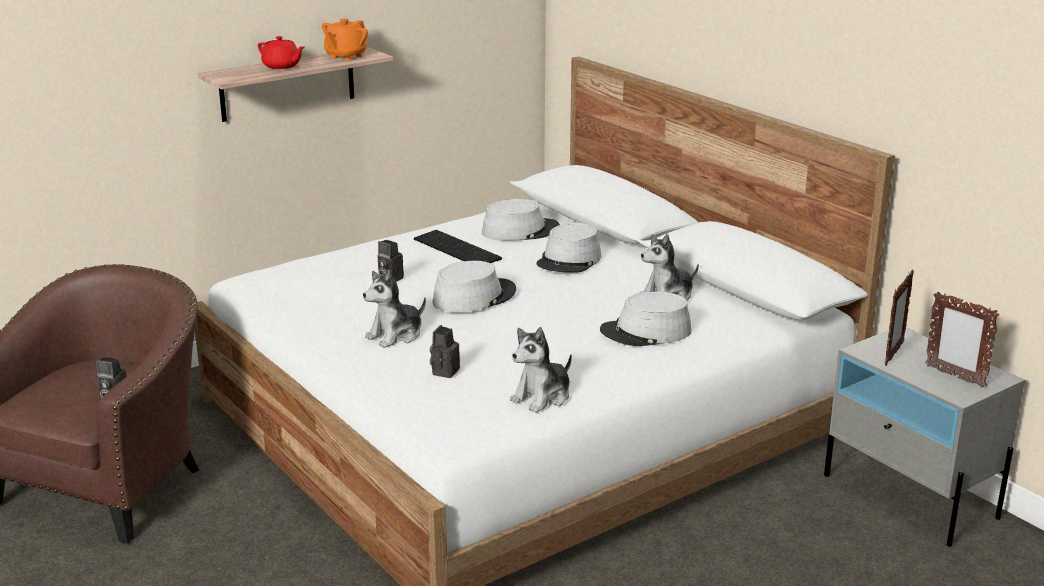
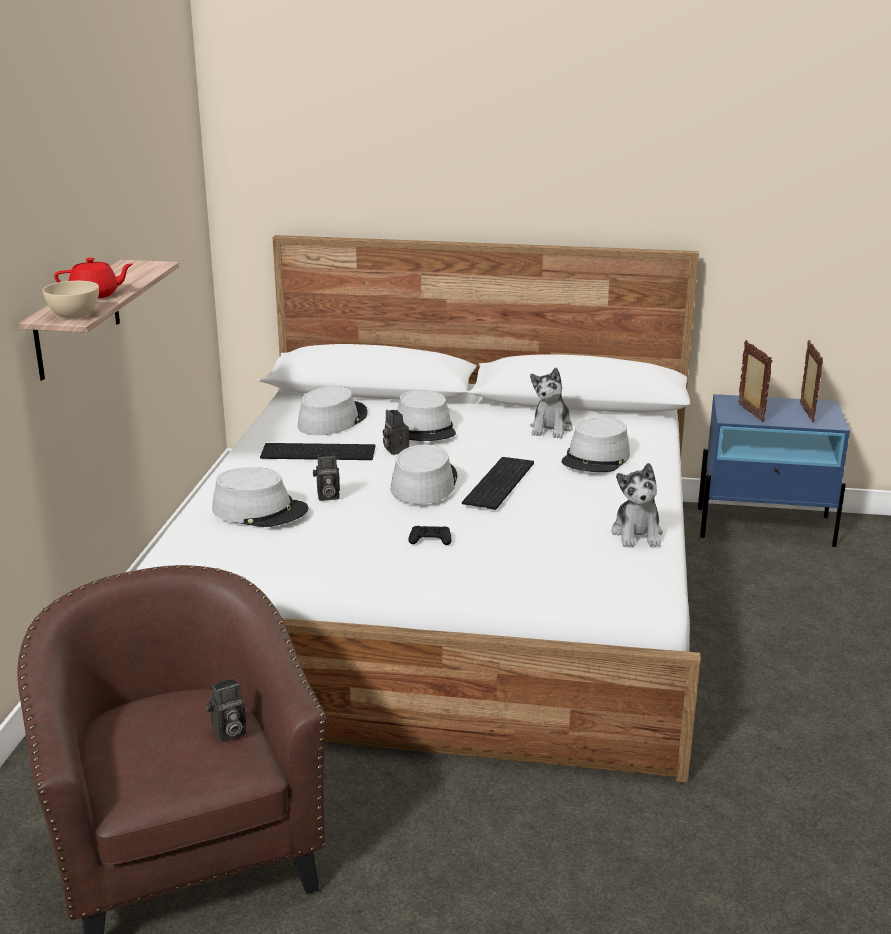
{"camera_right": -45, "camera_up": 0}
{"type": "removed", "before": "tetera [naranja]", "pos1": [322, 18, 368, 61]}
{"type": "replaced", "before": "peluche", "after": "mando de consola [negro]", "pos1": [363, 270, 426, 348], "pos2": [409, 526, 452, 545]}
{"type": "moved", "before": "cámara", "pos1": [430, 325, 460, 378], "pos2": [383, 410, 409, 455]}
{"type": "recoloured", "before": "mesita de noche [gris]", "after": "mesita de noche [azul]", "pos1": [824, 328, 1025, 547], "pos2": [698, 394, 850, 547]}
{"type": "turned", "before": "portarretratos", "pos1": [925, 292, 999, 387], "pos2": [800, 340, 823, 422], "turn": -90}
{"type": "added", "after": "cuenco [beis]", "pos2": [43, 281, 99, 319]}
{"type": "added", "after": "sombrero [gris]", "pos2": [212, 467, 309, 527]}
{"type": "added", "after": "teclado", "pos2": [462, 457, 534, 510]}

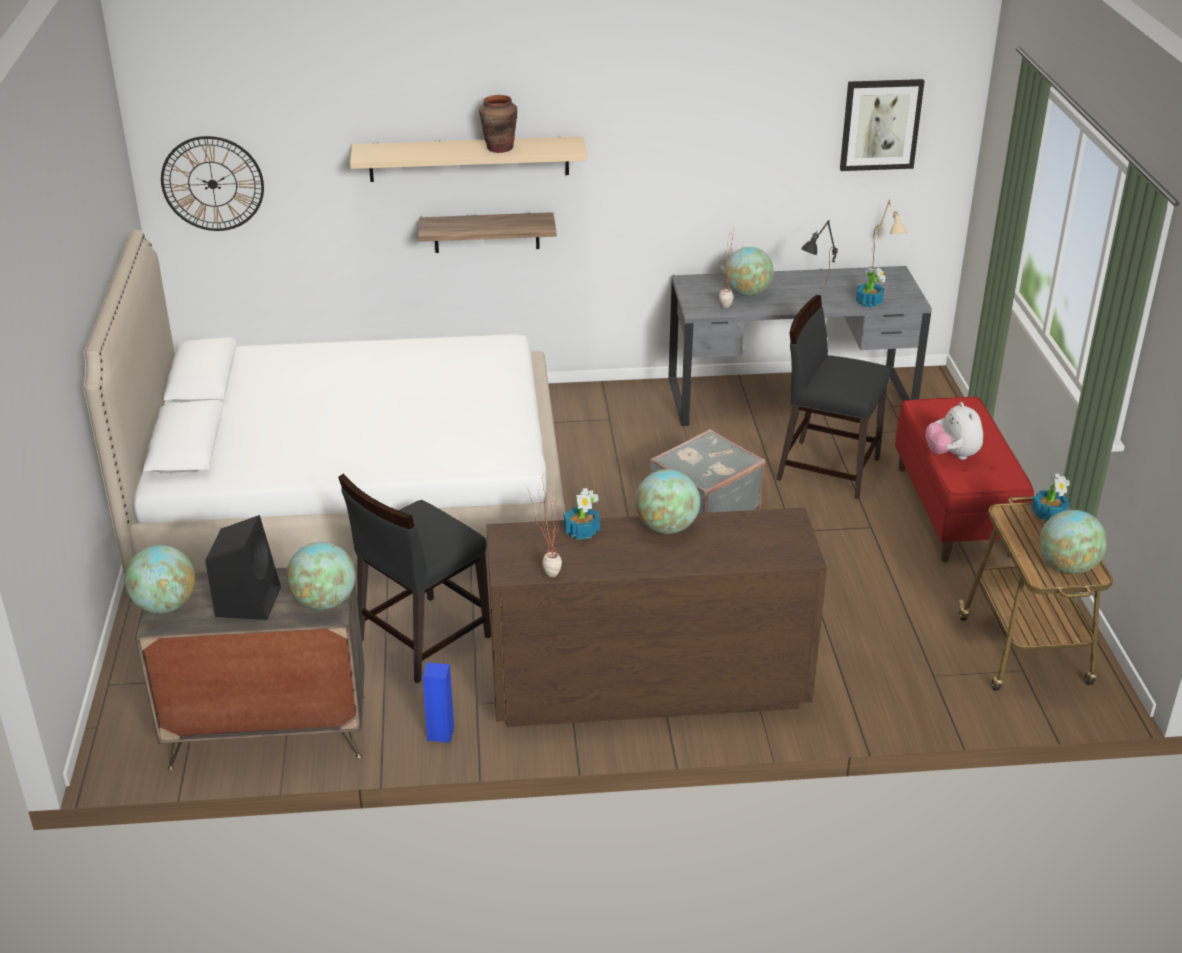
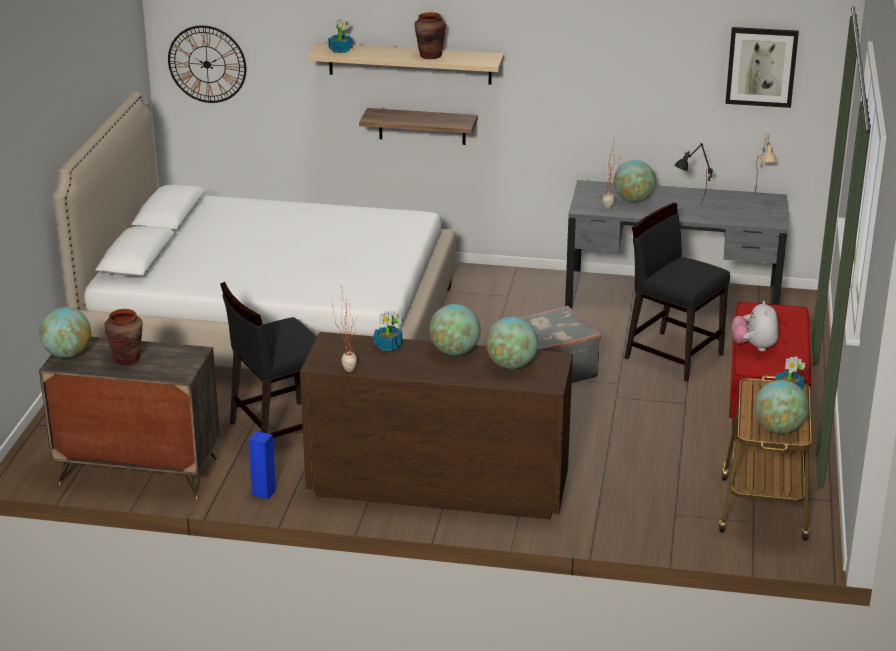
{"camera_right": 15, "camera_up": -5}
{"type": "replaced", "before": "altavoz [negro]", "after": "florero [marrón]", "pos1": [205, 515, 281, 620], "pos2": [104, 309, 143, 365]}
{"type": "moved", "before": "globo terráqueo", "pos1": [286, 542, 355, 610], "pos2": [486, 317, 538, 369]}
{"type": "moved", "before": "planta en maceta", "pos1": [856, 267, 886, 308], "pos2": [328, 18, 352, 53]}

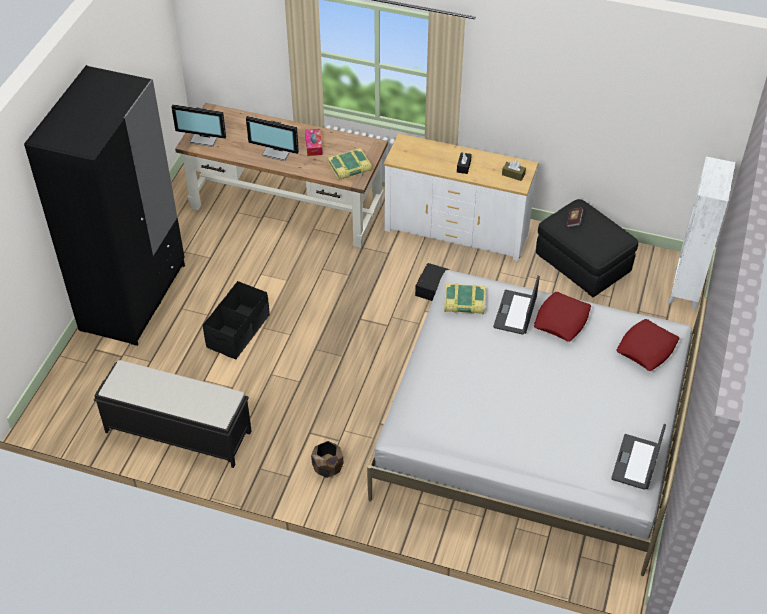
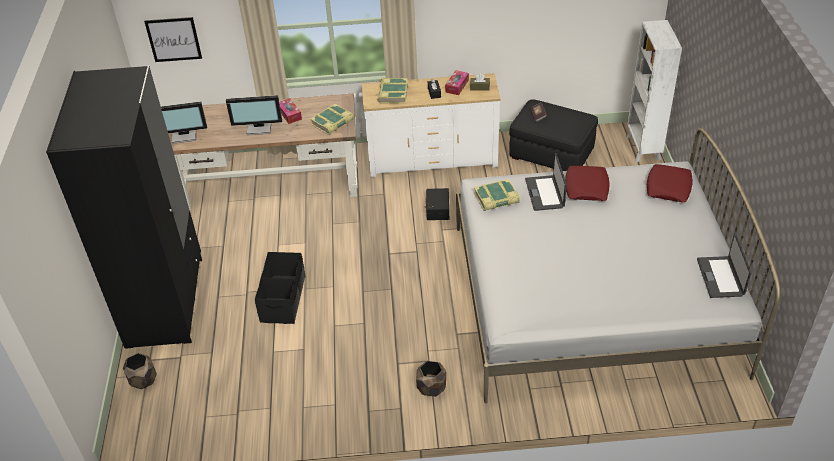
{"camera_right": -20, "camera_up": -5}
{"type": "removed", "before": "banco [negro]", "pos1": [94, 360, 252, 468]}
{"type": "added", "after": "maceta [marrón]", "pos2": [123, 353, 157, 389]}
{"type": "added", "after": "cuadro", "pos2": [144, 17, 202, 62]}
{"type": "added", "after": "libro", "pos2": [377, 78, 408, 103]}
{"type": "added", "after": "caja de pañuelos", "pos2": [445, 70, 469, 95]}

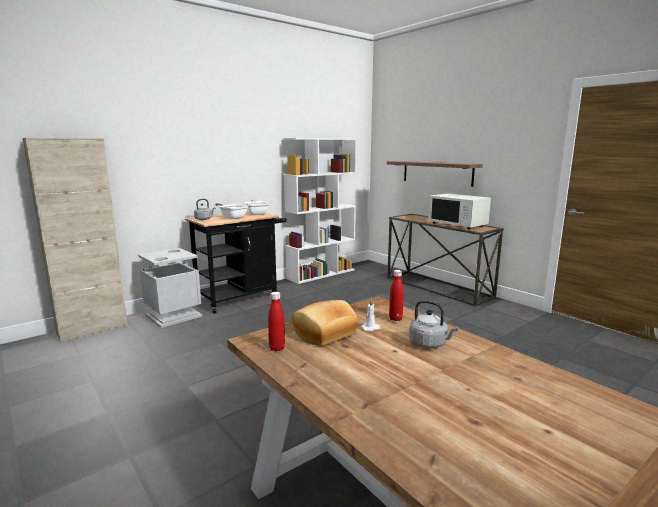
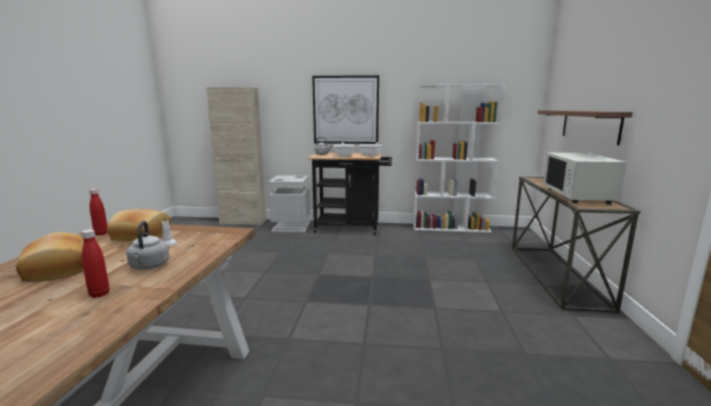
{"camera_right": 45, "camera_up": 0}
{"type": "moved", "before": "botella [rojo]", "pos1": [389, 270, 404, 321], "pos2": [81, 229, 109, 298]}
{"type": "added", "after": "pan", "pos2": [16, 232, 84, 282]}
{"type": "added", "after": "cuadro", "pos2": [312, 75, 379, 144]}

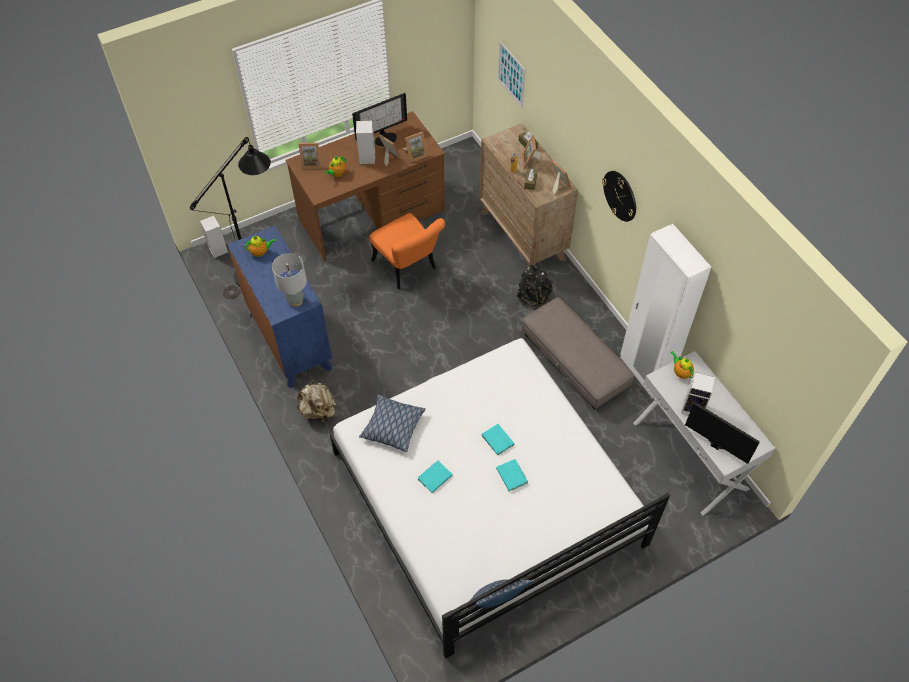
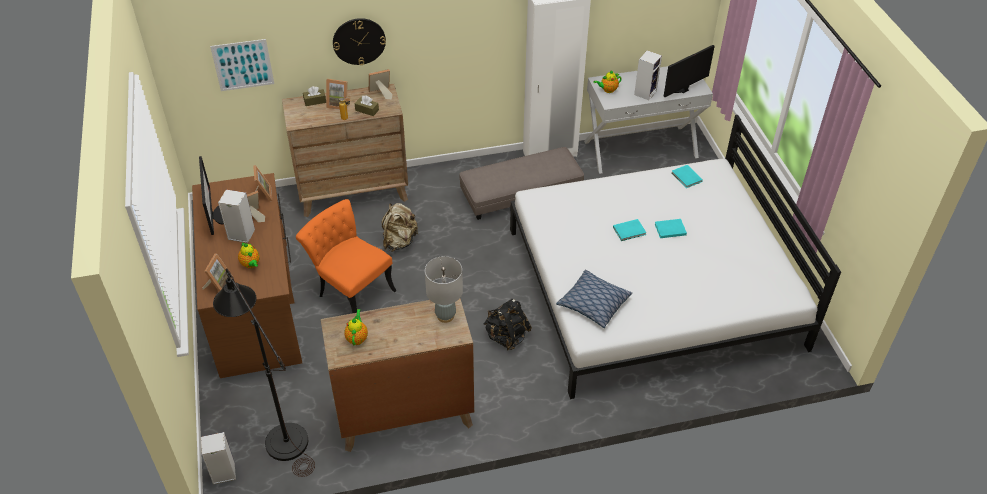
{"camera_right": -75, "camera_up": -10}
{"type": "recoloured", "before": "cómoda [azul]", "after": "cómoda [marrón]", "pos1": [228, 226, 332, 388], "pos2": [321, 299, 474, 452]}
{"type": "moved", "before": "mochila [beis]", "pos1": [296, 379, 337, 422], "pos2": [382, 203, 418, 252]}
{"type": "turned", "before": "silla [naranja]", "pos1": [369, 213, 445, 289], "pos2": [296, 199, 397, 313], "turn": -120}
{"type": "moved", "before": "libro [turquesa]", "pos1": [418, 460, 453, 493], "pos2": [672, 165, 703, 188]}
{"type": "removed", "before": "cojín", "pos1": [471, 580, 531, 608]}
{"type": "moved", "before": "mochila [negro]", "pos1": [517, 265, 553, 307], "pos2": [483, 299, 532, 351]}
{"type": "moved", "before": "reloj de pared", "pos1": [602, 171, 636, 222], "pos2": [333, 18, 386, 65]}

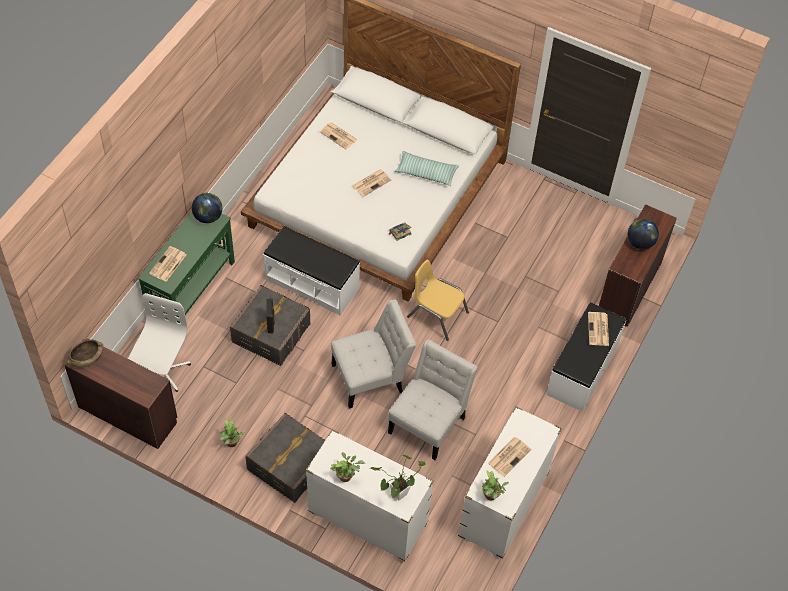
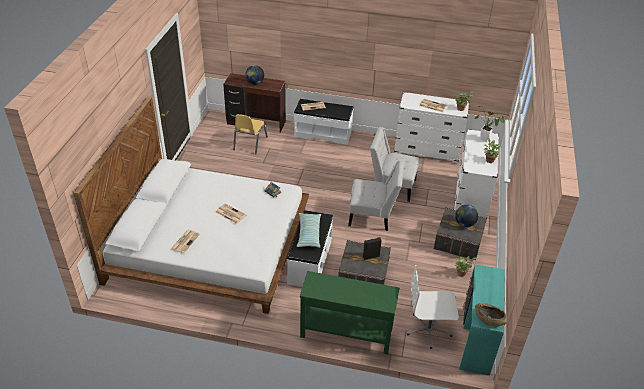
{"camera_right": -105, "camera_up": -15}
{"type": "recoloured", "before": "escritorio [marrón]", "after": "escritorio [turquesa]", "pos1": [64, 338, 177, 449], "pos2": [459, 264, 505, 376]}
{"type": "removed", "before": "periódico", "pos1": [149, 246, 186, 282]}
{"type": "moved", "before": "globo terráqueo", "pos1": [192, 193, 222, 223], "pos2": [455, 205, 478, 227]}
{"type": "turned", "before": "silla [blanco]", "pos1": [331, 300, 416, 409], "pos2": [348, 160, 404, 231], "turn": 135}
{"type": "moved", "before": "cojín", "pos1": [395, 151, 459, 186], "pos2": [297, 213, 321, 248]}
{"type": "moved", "before": "silla [amarillo]", "pos1": [407, 260, 469, 341], "pos2": [233, 114, 268, 155]}

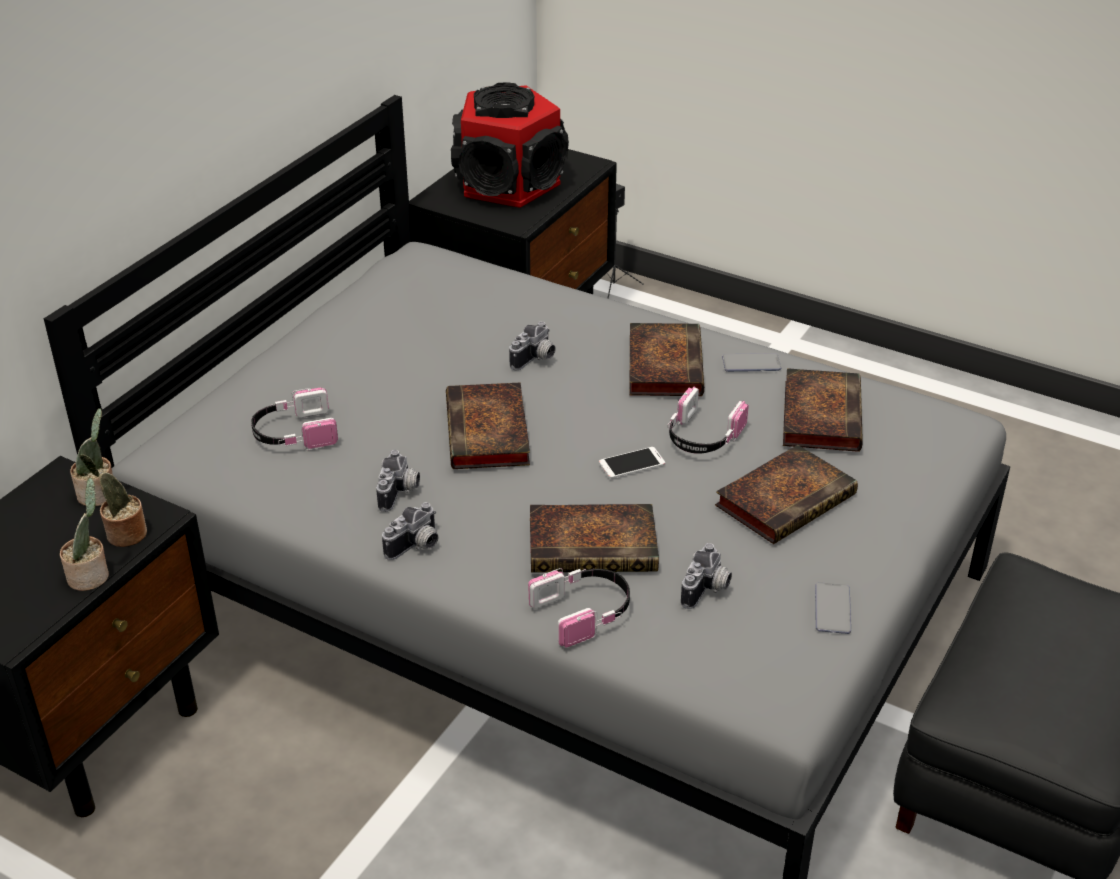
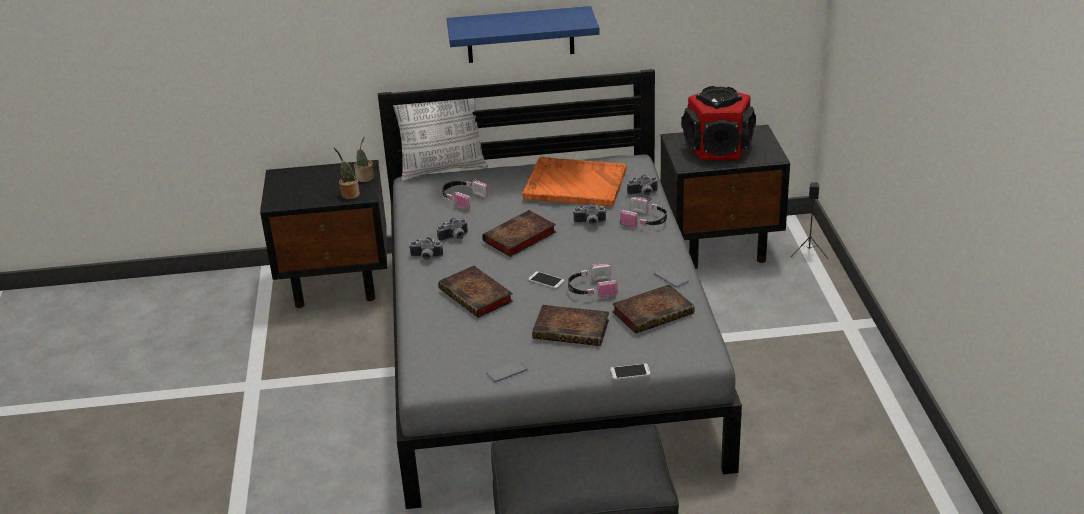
{"camera_right": 55, "camera_up": -5}
{"type": "removed", "before": "planta en maceta", "pos1": [60, 478, 109, 591]}
{"type": "moved", "before": "auriculares", "pos1": [528, 568, 630, 647], "pos2": [620, 197, 667, 228]}
{"type": "removed", "before": "libro", "pos1": [630, 323, 704, 396]}
{"type": "moved", "before": "cámara", "pos1": [681, 543, 732, 609], "pos2": [627, 174, 659, 196]}
{"type": "added", "after": "cojín", "pos2": [393, 98, 488, 181]}
{"type": "added", "after": "estante [azul]", "pos2": [447, 6, 600, 63]}
{"type": "added", "after": "bandeja [naranja]", "pos2": [522, 157, 627, 206]}
{"type": "added", "after": "móvil", "pos2": [610, 363, 651, 380]}

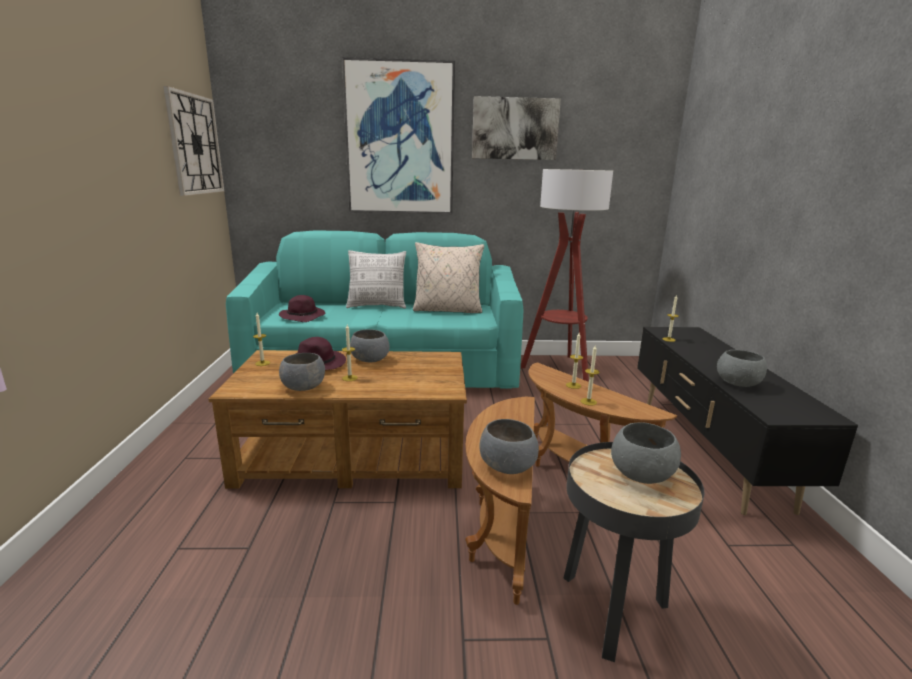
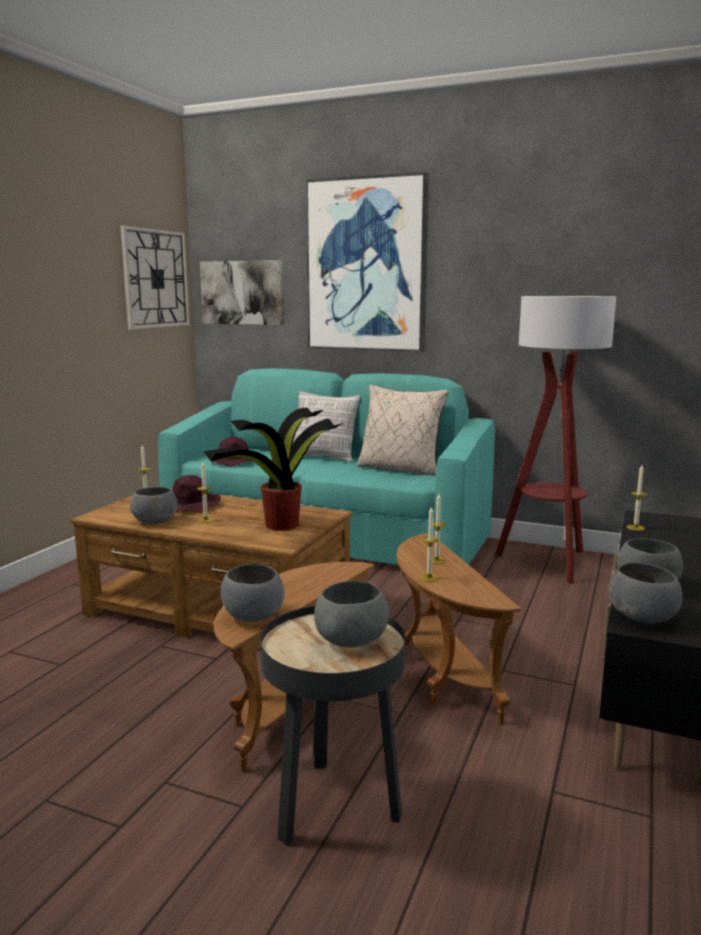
{"camera_right": 25, "camera_up": -5}
{"type": "moved", "before": "cuenco [gris]", "pos1": [350, 329, 389, 362], "pos2": [609, 563, 683, 624]}
{"type": "moved", "before": "cuadro", "pos1": [472, 96, 561, 160], "pos2": [200, 260, 284, 325]}
{"type": "added", "after": "planta en maceta", "pos2": [203, 408, 343, 530]}

